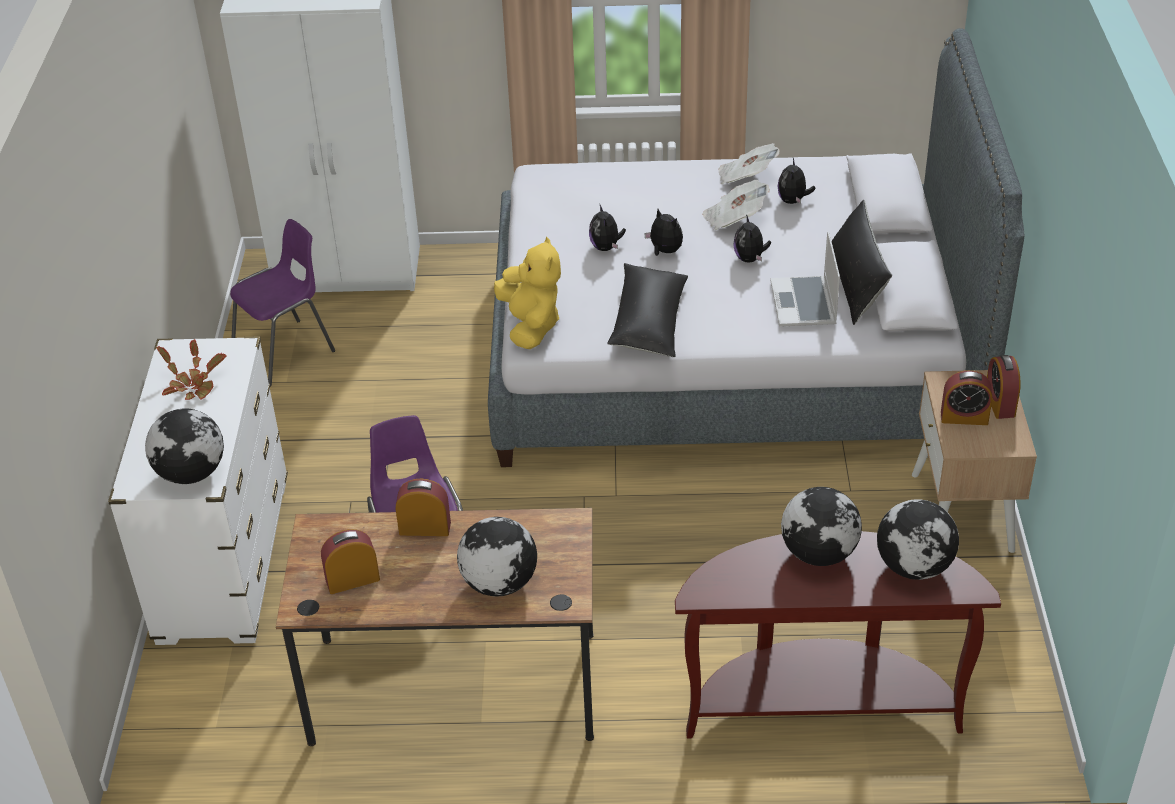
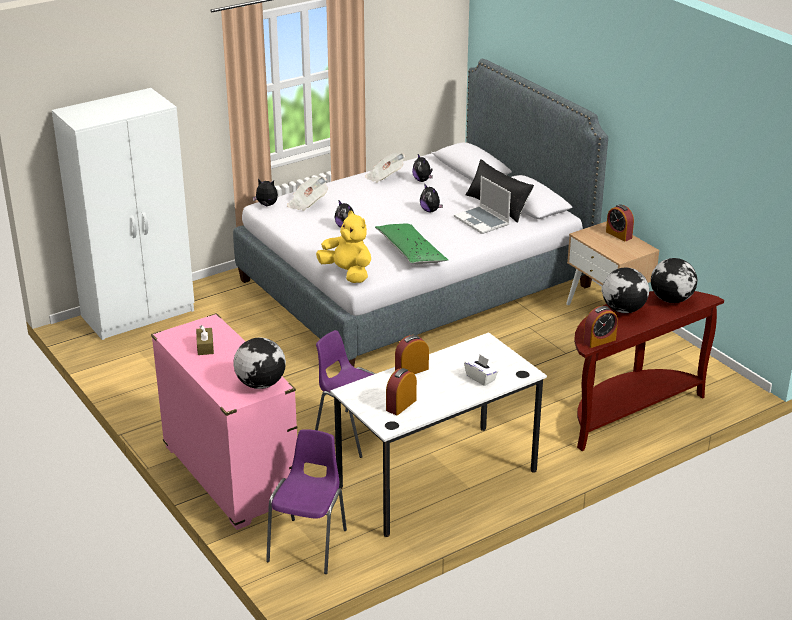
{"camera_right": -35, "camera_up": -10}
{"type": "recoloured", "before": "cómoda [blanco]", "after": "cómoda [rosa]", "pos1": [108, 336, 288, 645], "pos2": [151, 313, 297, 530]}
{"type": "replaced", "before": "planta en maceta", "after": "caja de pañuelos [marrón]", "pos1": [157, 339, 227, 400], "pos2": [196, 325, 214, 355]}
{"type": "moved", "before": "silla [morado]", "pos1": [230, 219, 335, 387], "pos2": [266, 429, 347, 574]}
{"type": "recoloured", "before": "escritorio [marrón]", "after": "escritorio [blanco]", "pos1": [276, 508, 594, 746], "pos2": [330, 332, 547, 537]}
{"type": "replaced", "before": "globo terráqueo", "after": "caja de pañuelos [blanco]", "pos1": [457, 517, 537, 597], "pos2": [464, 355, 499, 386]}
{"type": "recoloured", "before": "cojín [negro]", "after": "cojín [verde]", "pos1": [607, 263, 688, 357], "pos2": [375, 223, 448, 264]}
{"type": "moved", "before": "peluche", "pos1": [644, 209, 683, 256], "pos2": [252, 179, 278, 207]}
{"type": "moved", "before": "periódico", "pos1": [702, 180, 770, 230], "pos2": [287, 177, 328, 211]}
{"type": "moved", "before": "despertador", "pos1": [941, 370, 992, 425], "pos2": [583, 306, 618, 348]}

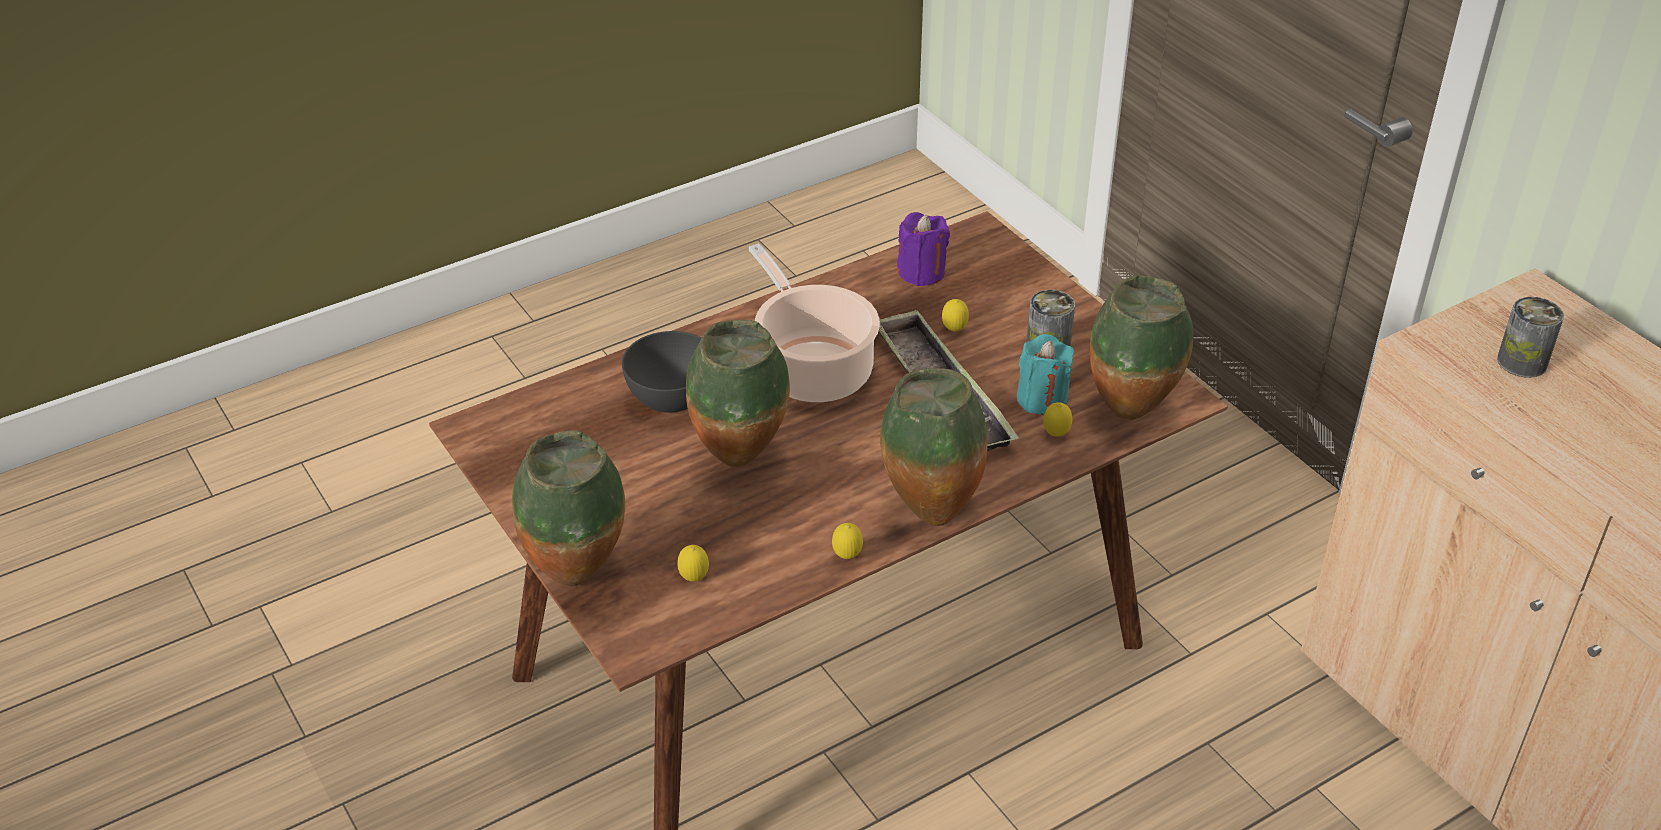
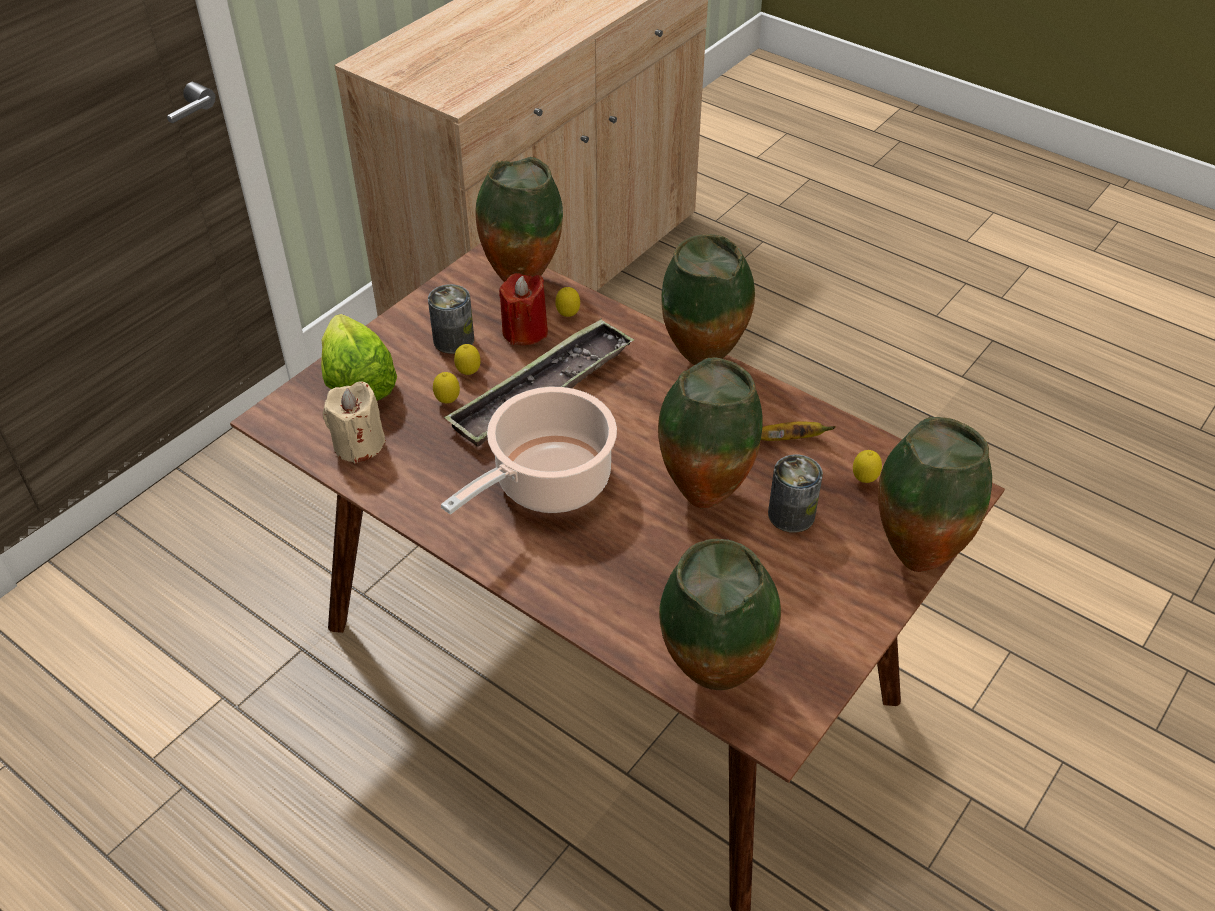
{"camera_right": -110, "camera_up": 5}
{"type": "removed", "before": "cuenco [gris]", "pos1": [622, 331, 701, 413]}
{"type": "moved", "before": "limón", "pos1": [832, 523, 863, 559], "pos2": [454, 344, 481, 375]}
{"type": "recoloured", "before": "vela [morado]", "after": "vela [beis]", "pos1": [897, 212, 950, 286], "pos2": [323, 381, 386, 464]}
{"type": "recoloured", "before": "vela [turquesa]", "after": "vela [rojo]", "pos1": [1017, 334, 1074, 415], "pos2": [499, 273, 548, 345]}
{"type": "moved", "before": "lata", "pos1": [1497, 297, 1564, 378], "pos2": [768, 455, 823, 533]}
{"type": "added", "after": "lechuga", "pos2": [321, 314, 397, 401]}
{"type": "added", "after": "florero", "pos2": [659, 539, 781, 690]}
{"type": "added", "after": "plátano", "pos2": [761, 421, 836, 441]}

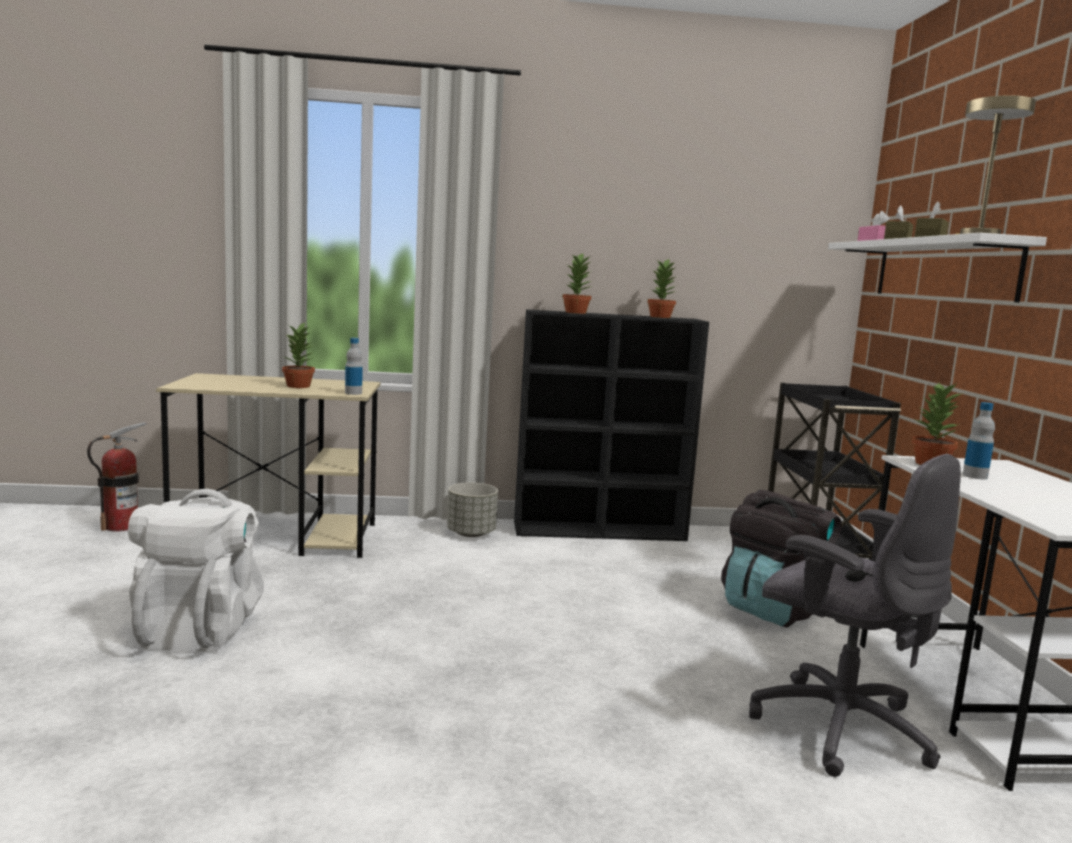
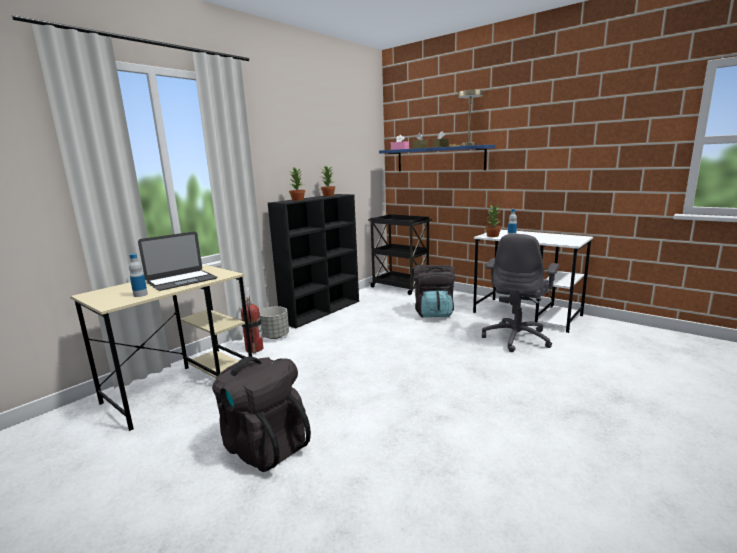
{"camera_right": -45, "camera_up": 5}
{"type": "moved", "before": "extintor", "pos1": [87, 422, 147, 532], "pos2": [241, 287, 263, 353]}
{"type": "recoloured", "before": "mochila [blanco]", "after": "mochila [negro]", "pos1": [128, 489, 264, 652], "pos2": [212, 357, 311, 472]}
{"type": "replaced", "before": "planta en maceta", "after": "portátil", "pos1": [282, 323, 315, 388], "pos2": [138, 232, 218, 291]}
{"type": "moved", "before": "botella", "pos1": [345, 338, 363, 395], "pos2": [129, 254, 148, 297]}
{"type": "turned", "before": "silla de oficina [gris]", "pos1": [749, 454, 961, 777], "pos2": [482, 234, 559, 352], "turn": 120}
{"type": "recoloured", "before": "estante [blanco]", "after": "estante [azul]", "pos1": [828, 233, 1047, 303], "pos2": [379, 145, 496, 171]}

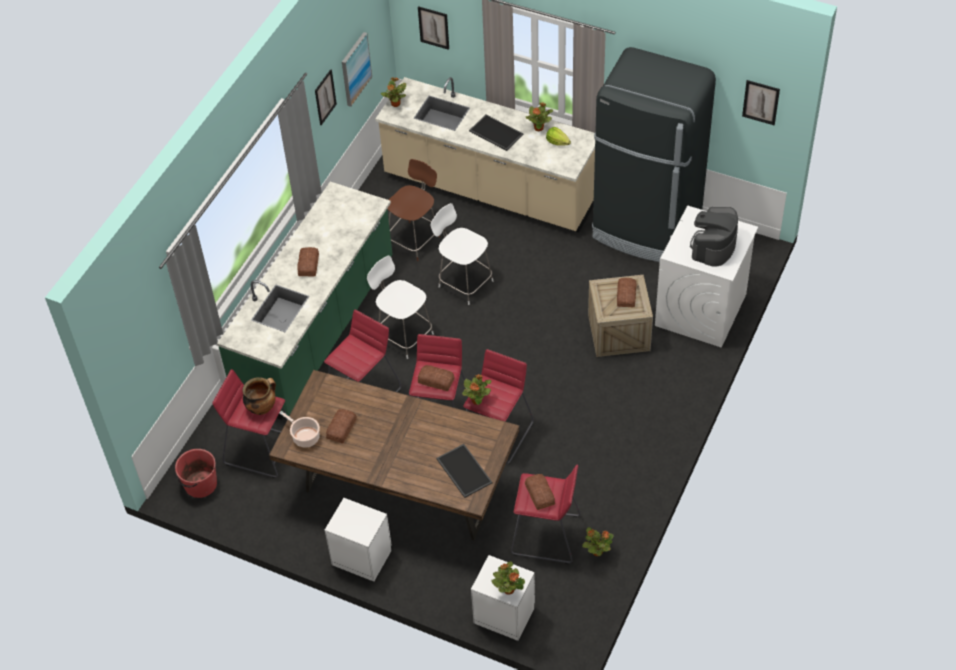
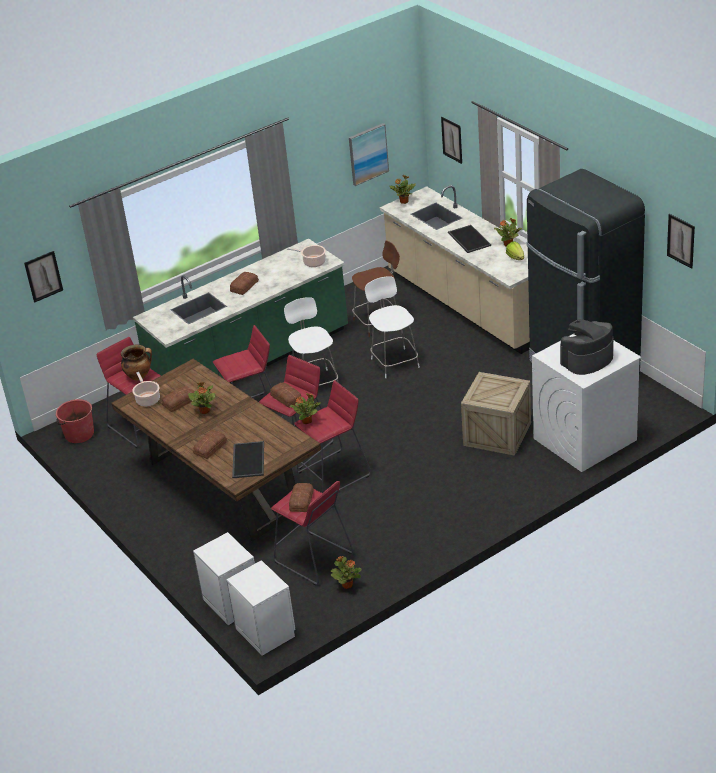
{"camera_right": 30, "camera_up": -15}
{"type": "moved", "before": "cuadro", "pos1": [315, 69, 337, 125], "pos2": [24, 251, 63, 303]}
{"type": "moved", "before": "mesita de noche [blanco]", "pos1": [325, 498, 392, 582], "pos2": [226, 560, 296, 656]}
{"type": "moved", "before": "planta en maceta", "pos1": [491, 561, 525, 594], "pos2": [188, 382, 215, 414]}
{"type": "moved", "before": "pan", "pos1": [617, 278, 637, 307], "pos2": [193, 431, 227, 459]}
{"type": "added", "after": "olla", "pos2": [287, 245, 326, 267]}

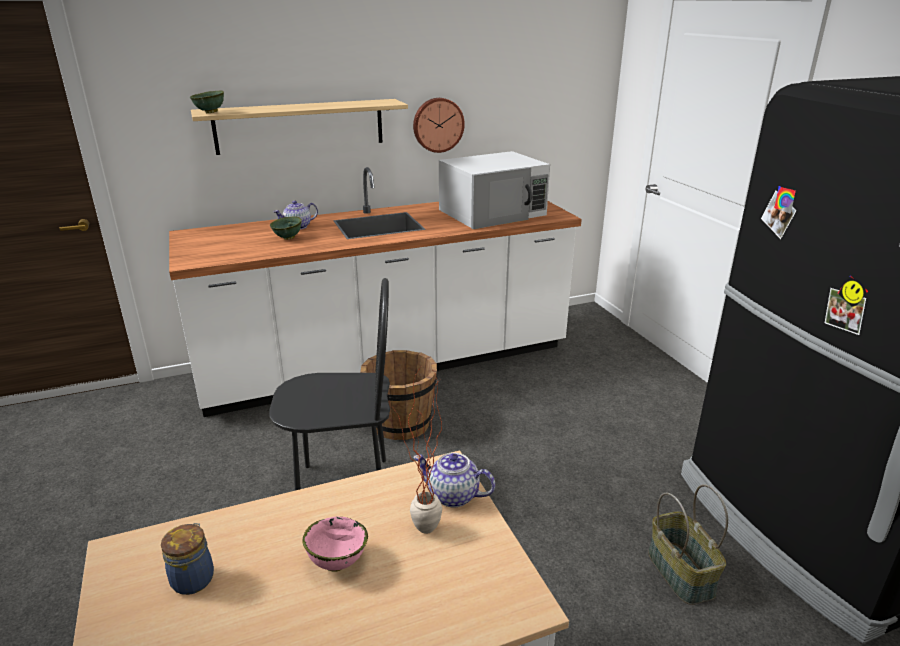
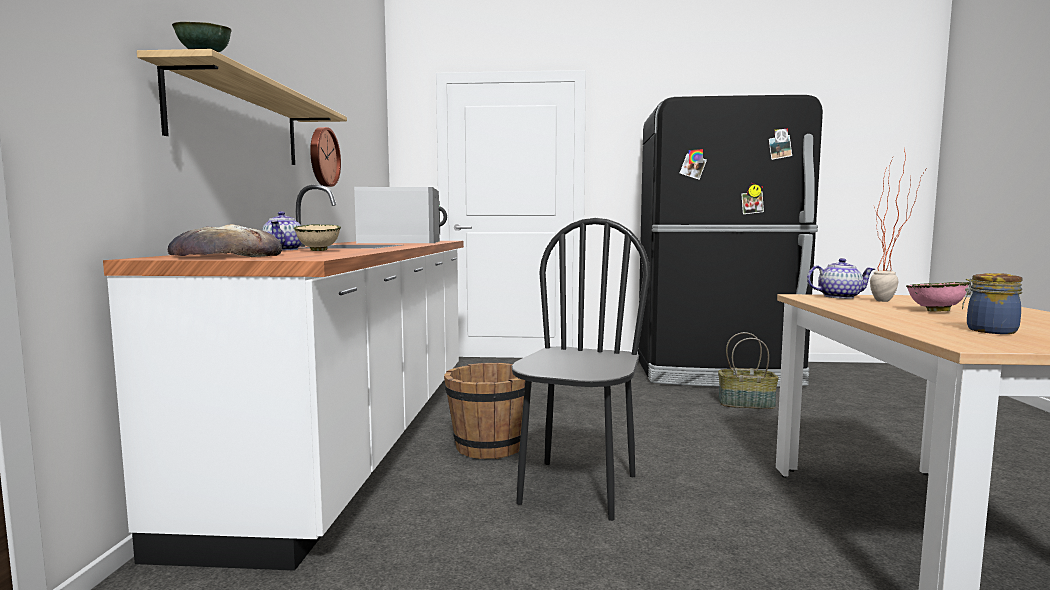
{"camera_right": -65, "camera_up": -20}
{"type": "recoloured", "before": "cuenco [verde]", "after": "cuenco [beis]", "pos1": [270, 217, 302, 240], "pos2": [294, 224, 341, 251]}
{"type": "turned", "before": "tetera", "pos1": [414, 453, 495, 507], "pos2": [807, 258, 875, 299], "turn": -135}
{"type": "added", "after": "pan", "pos2": [168, 224, 282, 257]}

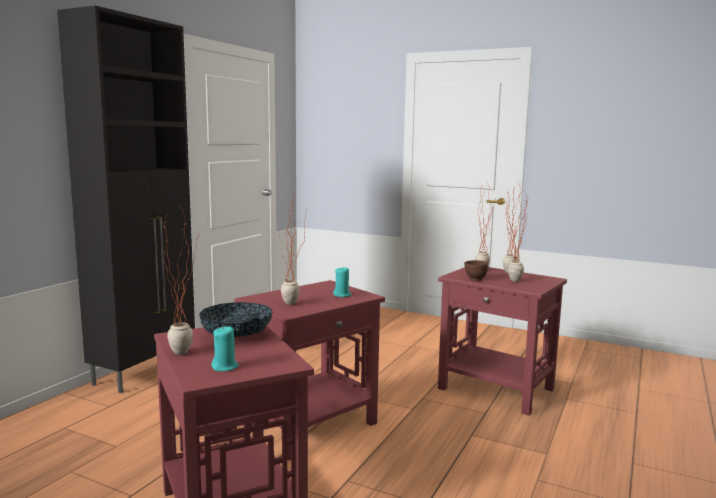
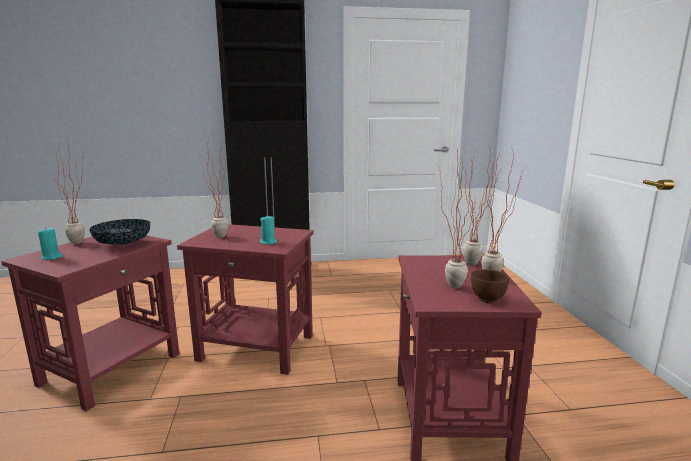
{"camera_right": 55, "camera_up": 5}
{"type": "moved", "before": "cuenco [marrón]", "pos1": [464, 260, 489, 281], "pos2": [471, 269, 510, 303]}

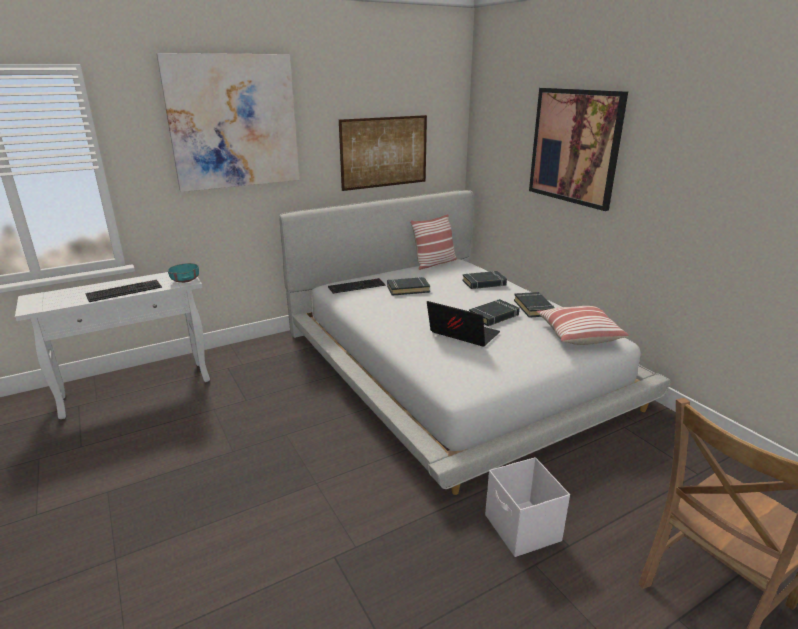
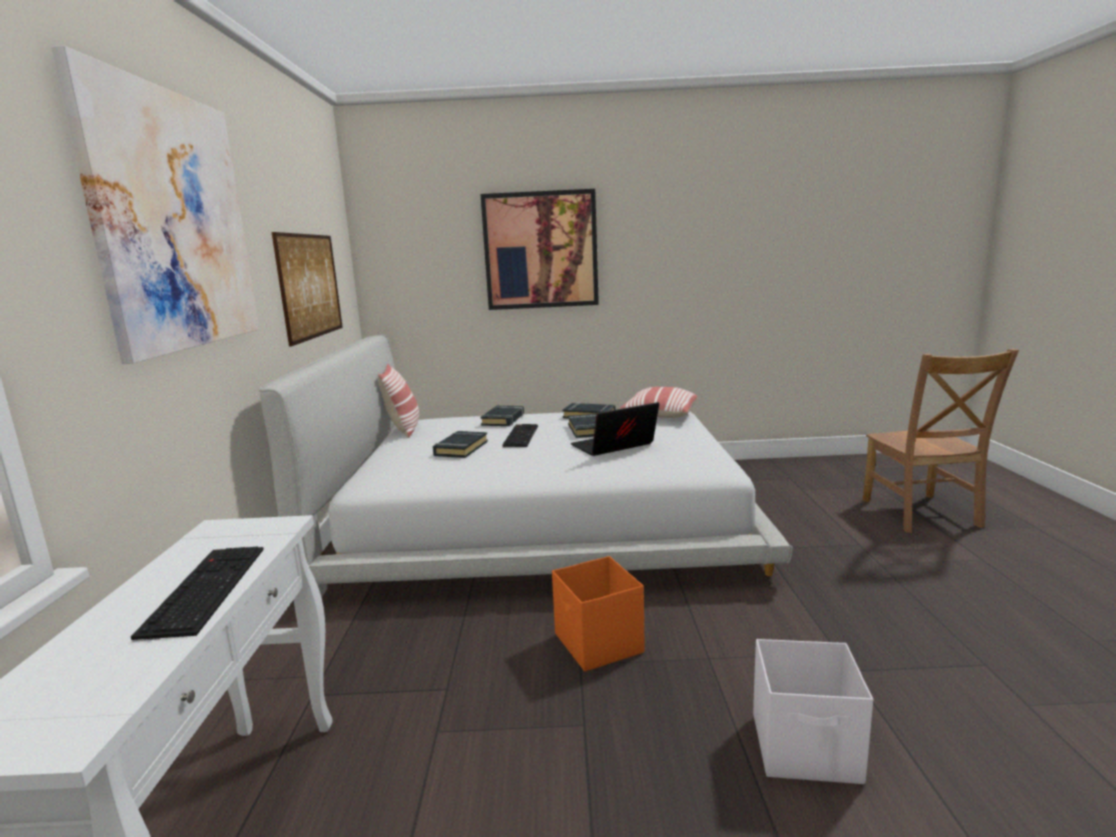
{"camera_right": -60, "camera_up": -10}
{"type": "removed", "before": "cuenco [turquesa]", "pos1": [168, 263, 199, 283]}
{"type": "moved", "before": "teclado", "pos1": [328, 278, 385, 294], "pos2": [502, 424, 538, 447]}
{"type": "moved", "before": "caja de almacenaje [blanco]", "pos1": [485, 457, 570, 557], "pos2": [753, 639, 873, 784]}
{"type": "added", "after": "caja de almacenaje [naranja]", "pos2": [552, 556, 645, 672]}

